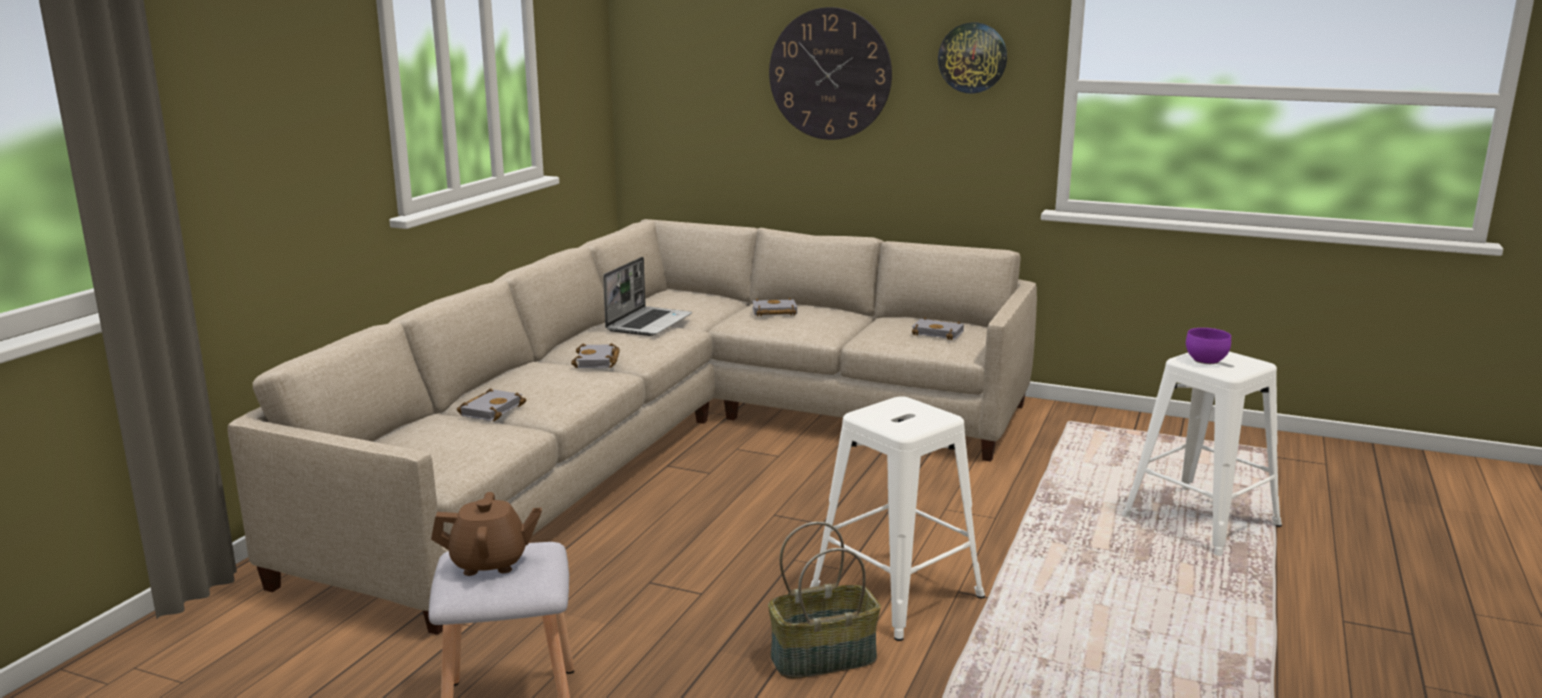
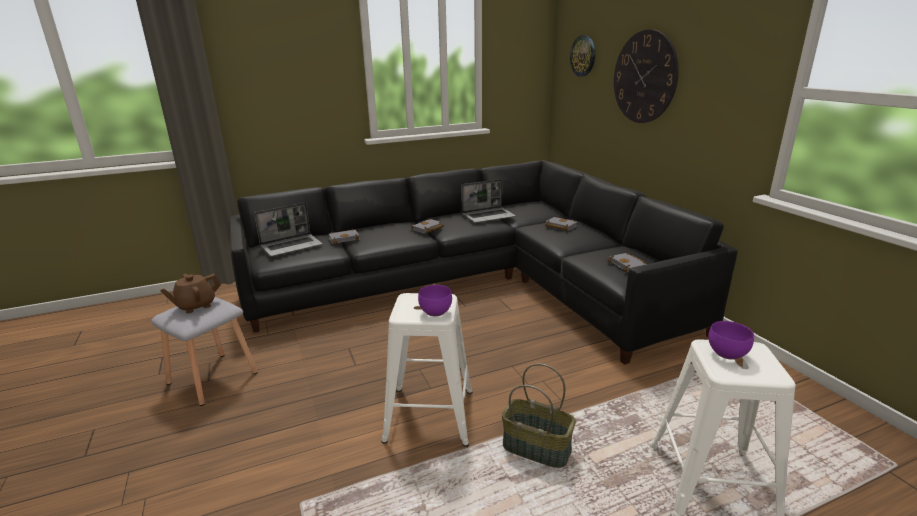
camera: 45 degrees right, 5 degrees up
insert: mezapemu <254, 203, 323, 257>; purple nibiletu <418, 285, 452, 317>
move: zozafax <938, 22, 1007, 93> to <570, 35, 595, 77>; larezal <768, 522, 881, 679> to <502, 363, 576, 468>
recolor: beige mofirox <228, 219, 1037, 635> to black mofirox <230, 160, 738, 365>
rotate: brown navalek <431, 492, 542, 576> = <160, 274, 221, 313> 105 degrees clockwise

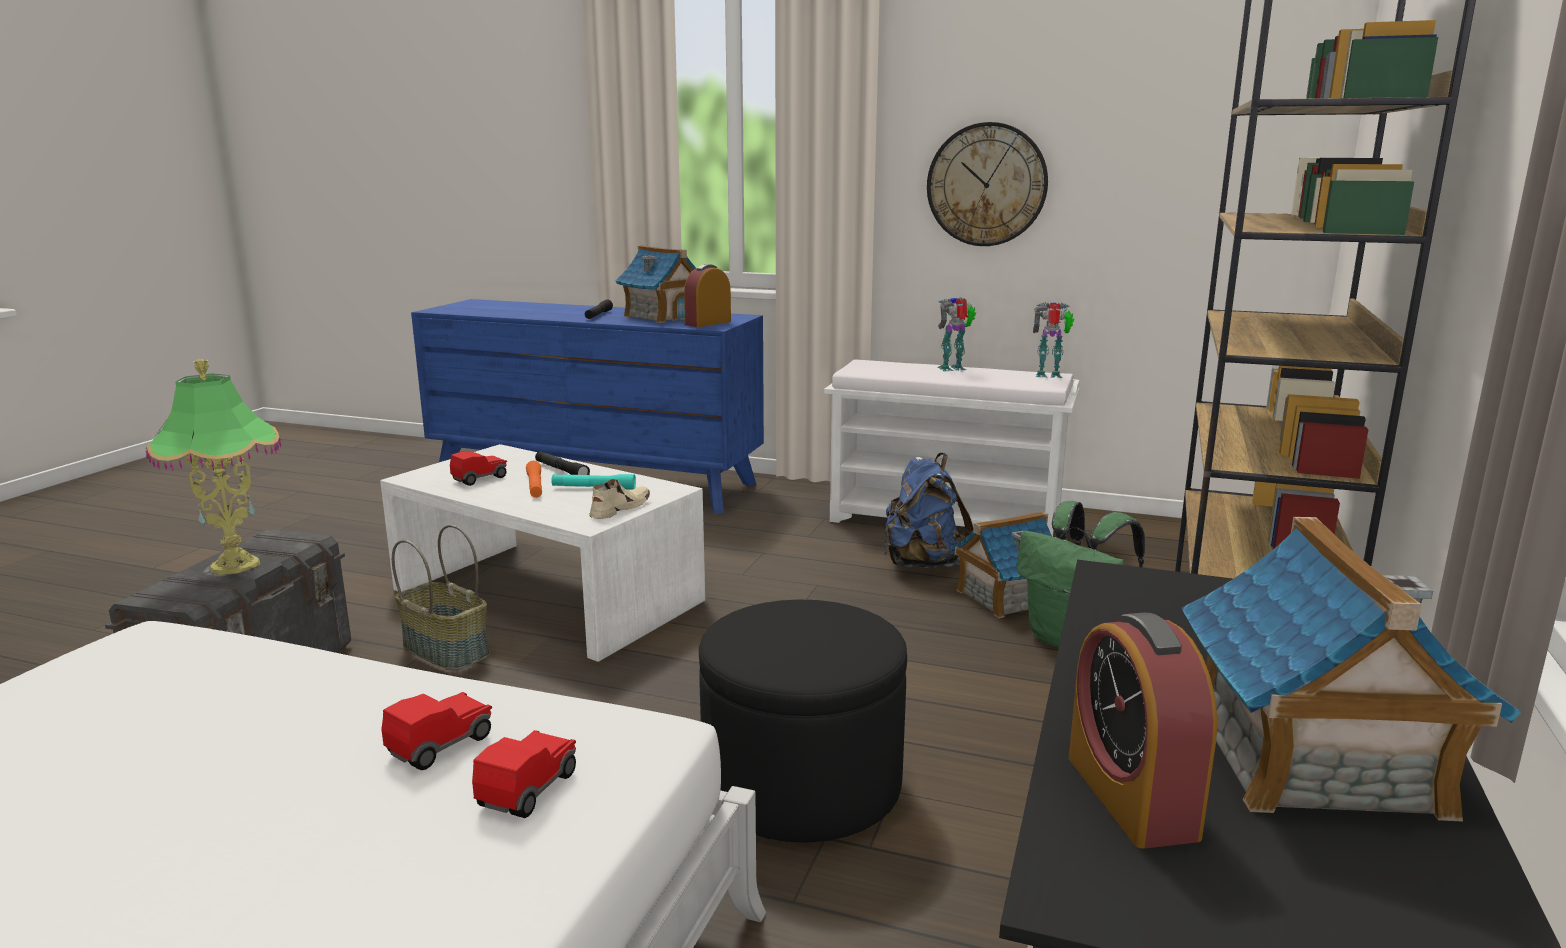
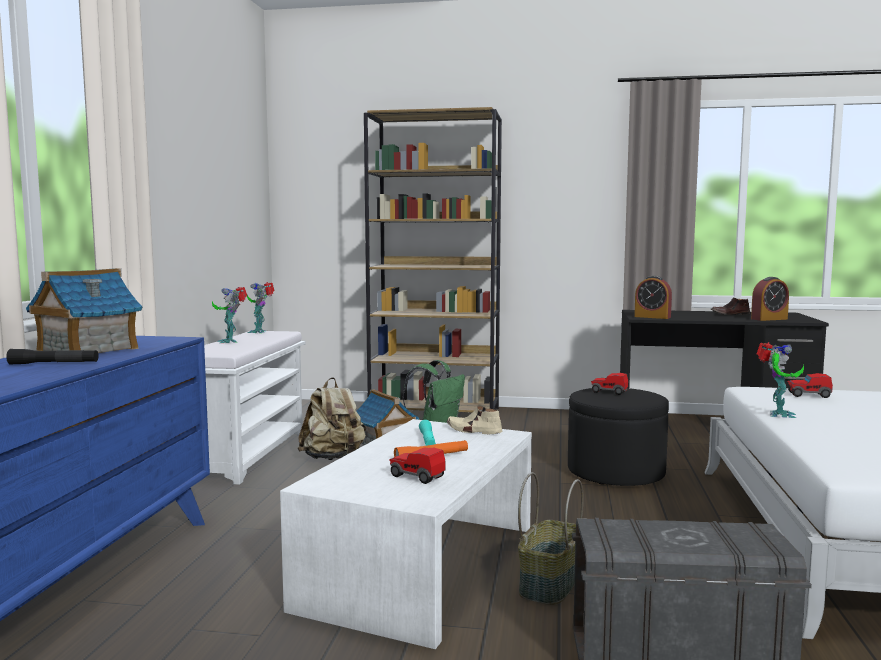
camera: 100 degrees left, 10 degrees down
delete: zozafax <927, 122, 1048, 246>; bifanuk <146, 359, 281, 575>; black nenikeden <535, 451, 590, 475>
insert: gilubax <757, 342, 804, 418>
move: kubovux <684, 264, 731, 327> to <634, 276, 672, 319>; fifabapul <381, 692, 492, 770> to <591, 373, 628, 395>
replace: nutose <1181, 517, 1521, 822> to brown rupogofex <711, 297, 750, 315>
recolor: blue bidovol <884, 453, 973, 568> to beige bidovol <298, 377, 366, 460>

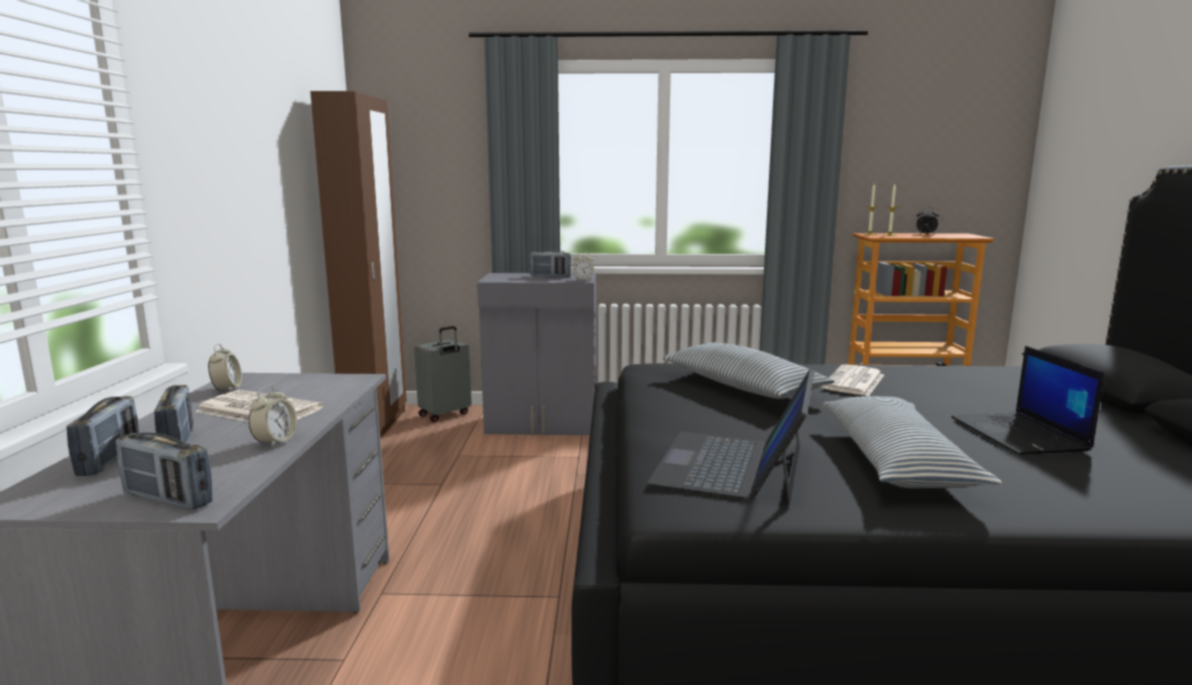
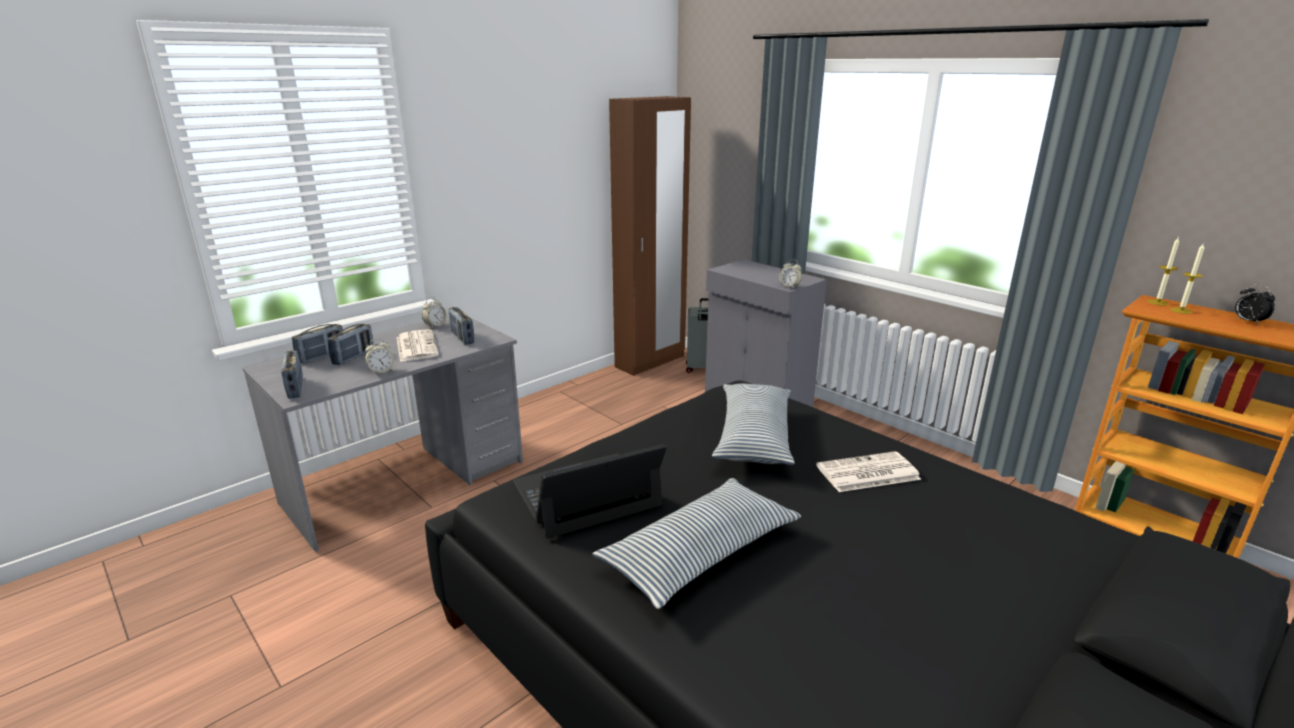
camera: 45 degrees right, 10 degrees up
delete: mezapemu <951, 346, 1105, 455>
move: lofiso <530, 249, 571, 277> to <448, 307, 474, 345>

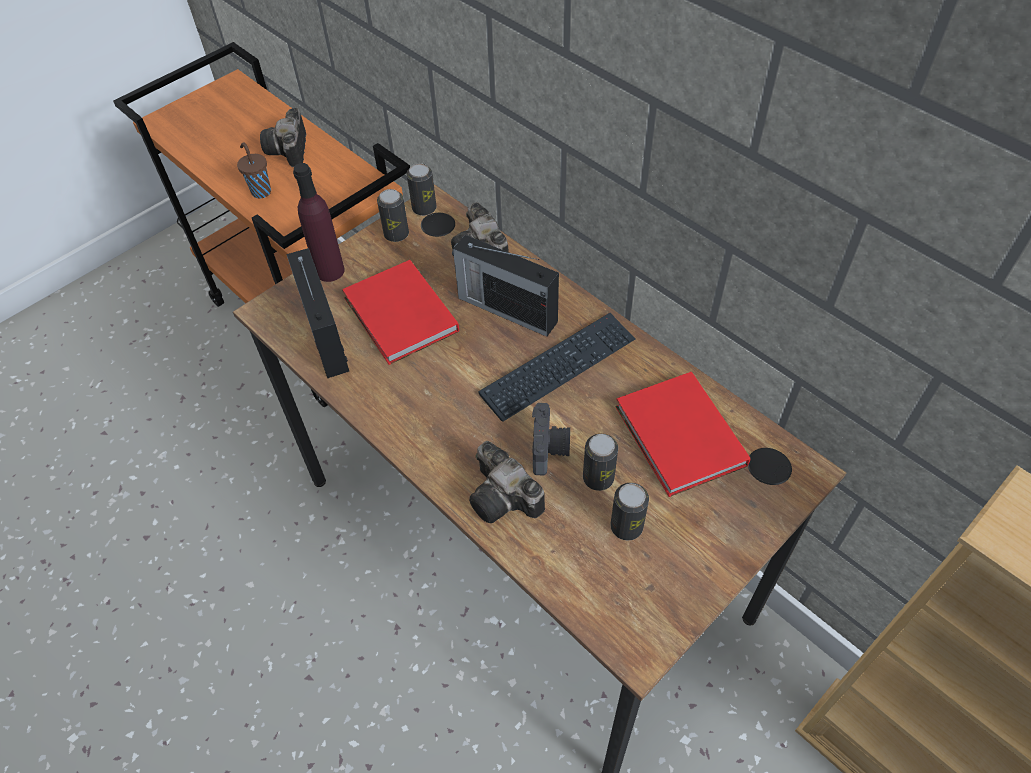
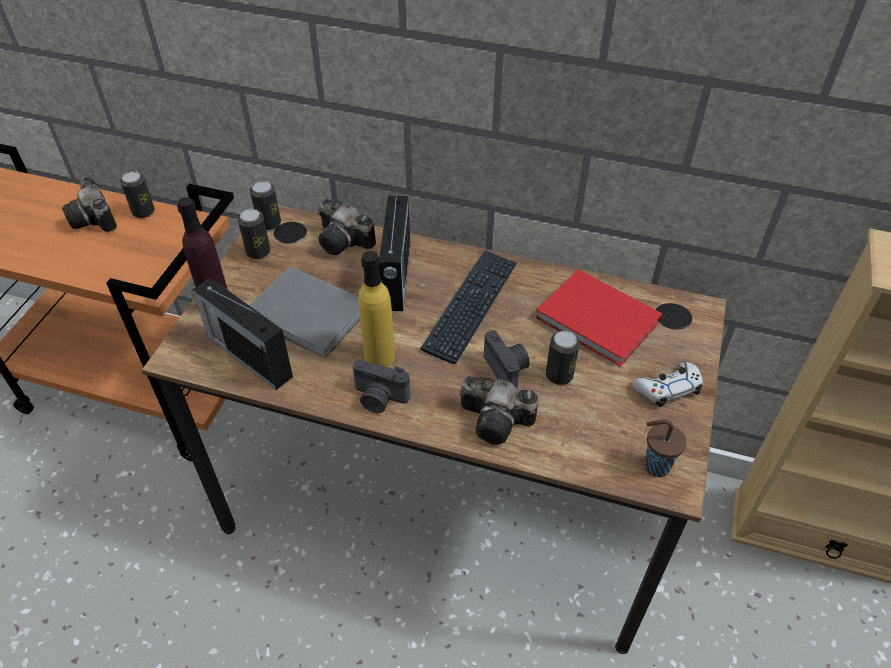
camera: 30 degrees left, 5 degrees down
insert: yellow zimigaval <358, 251, 395, 367>; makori <353, 359, 410, 413>; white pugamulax <632, 362, 703, 407>
move: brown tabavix <237, 142, 271, 199> to <644, 419, 687, 477>; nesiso <610, 483, 649, 540> to <120, 171, 155, 218>
recolor: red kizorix <342, 260, 459, 365> to grey kizorix <249, 266, 360, 358>
rotate: lofiso <452, 235, 559, 337> = <379, 191, 410, 311> 90 degrees counterclockwise

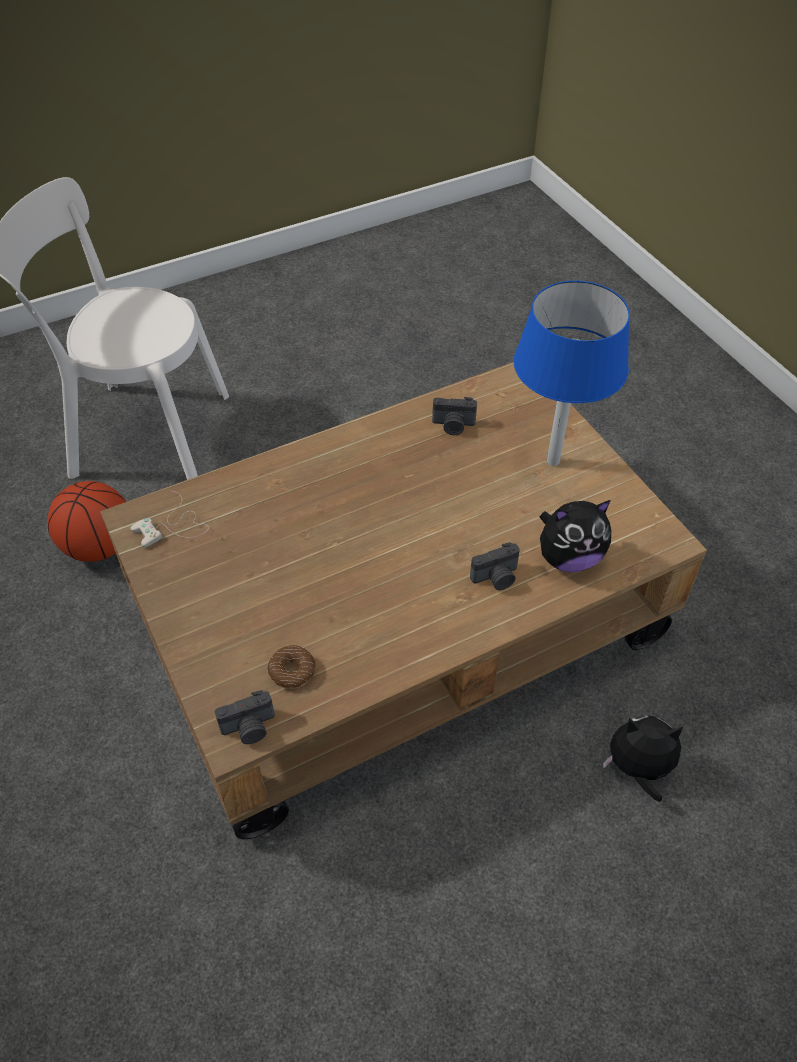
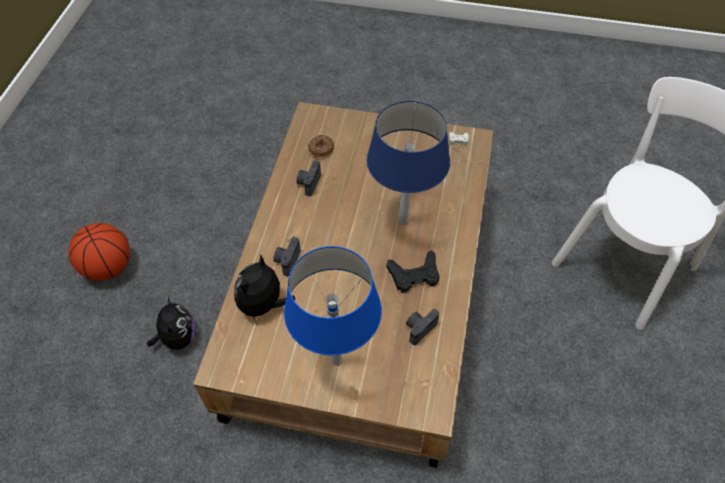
camera: 130 degrees right, 5 degrees up
insert: blue bifanuk <367, 101, 450, 225>; black pugamulax <386, 250, 440, 293>
move: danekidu <48, 481, 126, 562> to <69, 223, 130, 280>; makori <215, 690, 275, 744> to <296, 160, 321, 196>
rotate: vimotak <603, 715, 683, 802> = <147, 297, 195, 350> 60 degrees counterclockwise

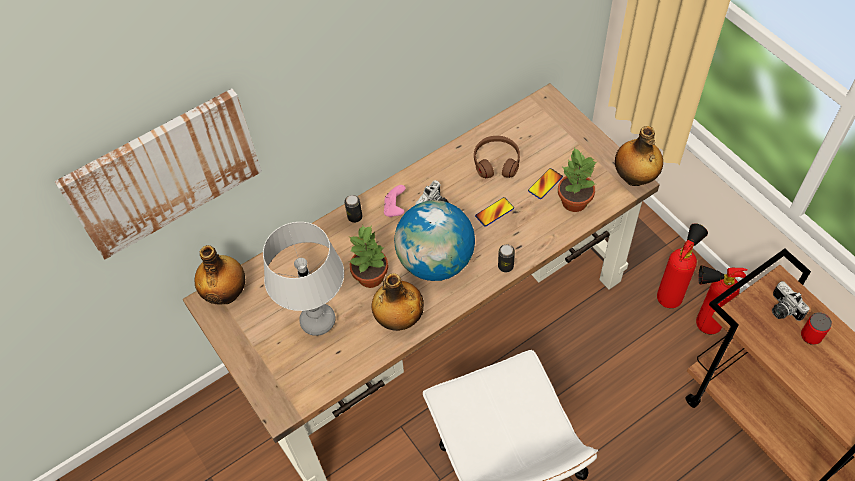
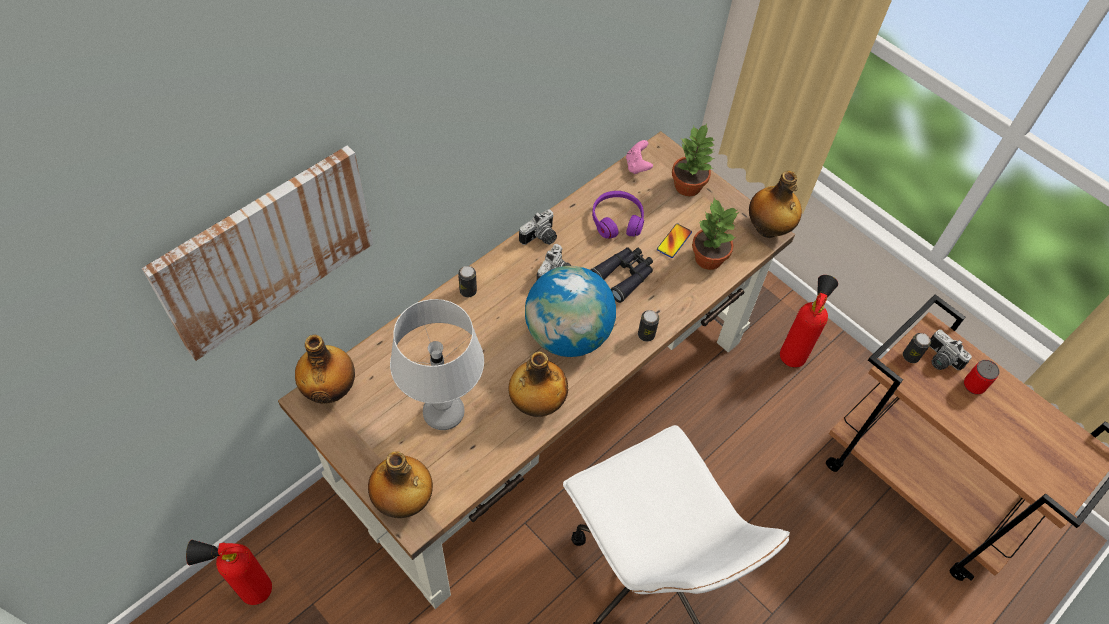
camera: 15 degrees left, 0 degrees up
insert: makori <519, 209, 557, 245>; nesiso <903, 333, 931, 363>; zimigaval <368, 452, 433, 518>
move: pink pugamulax <384, 185, 406, 217> to <626, 140, 653, 174>; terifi <348, 225, 388, 288> to <672, 124, 715, 196>; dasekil <696, 265, 748, 334> to <186, 540, 272, 605>
replace: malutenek <475, 197, 514, 227> to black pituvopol <590, 247, 653, 303>
recolor: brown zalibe <474, 136, 520, 178> to purple zalibe <592, 191, 644, 239>

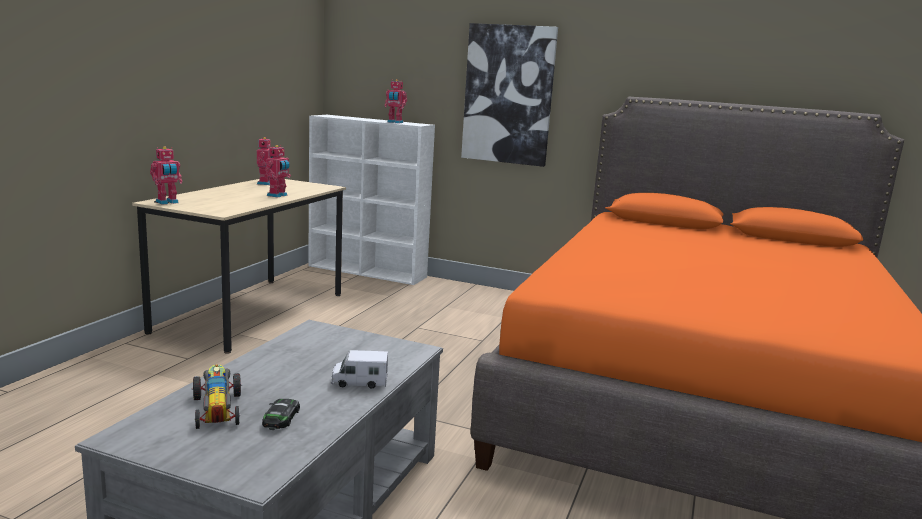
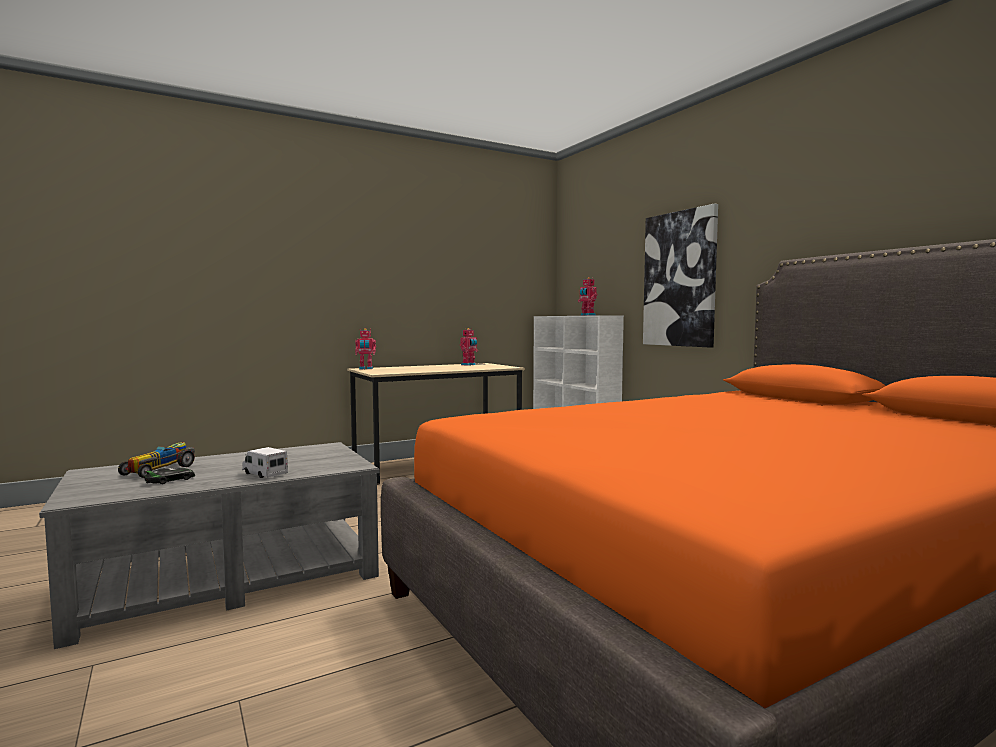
camera: 40 degrees right, 10 degrees down
delete: gilubax <265, 145, 291, 198>

